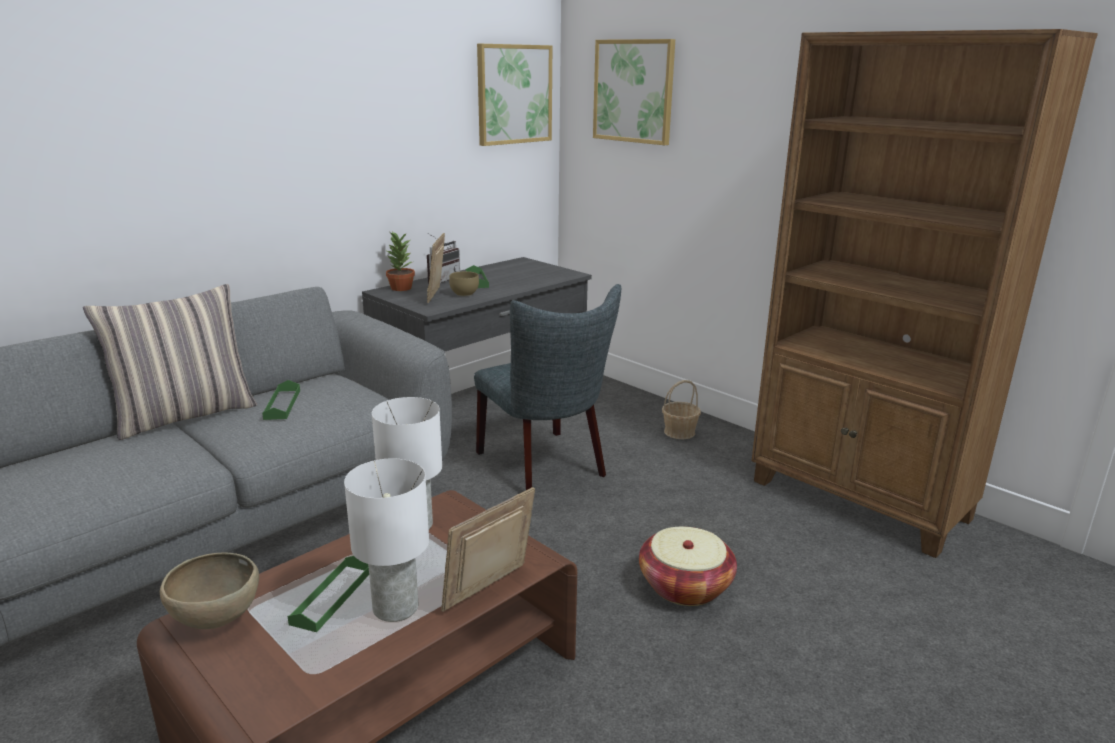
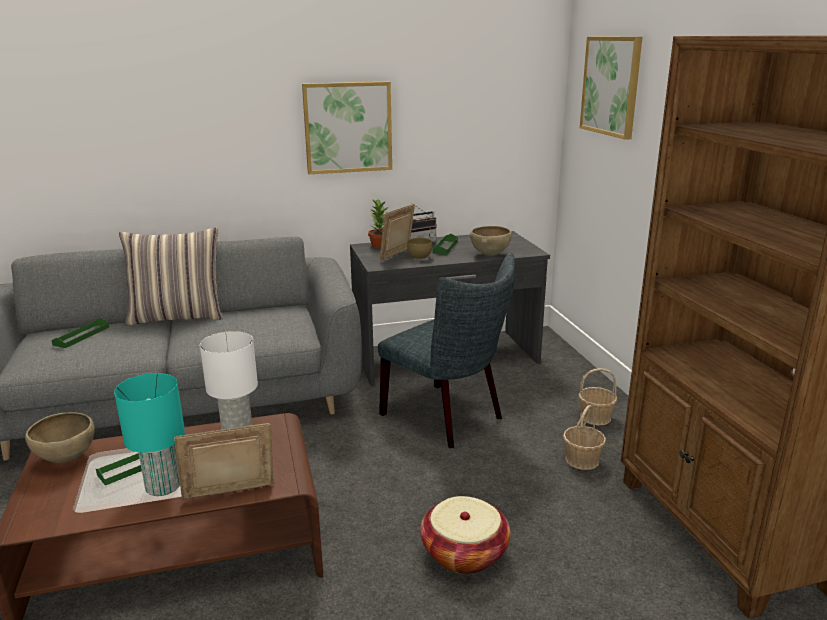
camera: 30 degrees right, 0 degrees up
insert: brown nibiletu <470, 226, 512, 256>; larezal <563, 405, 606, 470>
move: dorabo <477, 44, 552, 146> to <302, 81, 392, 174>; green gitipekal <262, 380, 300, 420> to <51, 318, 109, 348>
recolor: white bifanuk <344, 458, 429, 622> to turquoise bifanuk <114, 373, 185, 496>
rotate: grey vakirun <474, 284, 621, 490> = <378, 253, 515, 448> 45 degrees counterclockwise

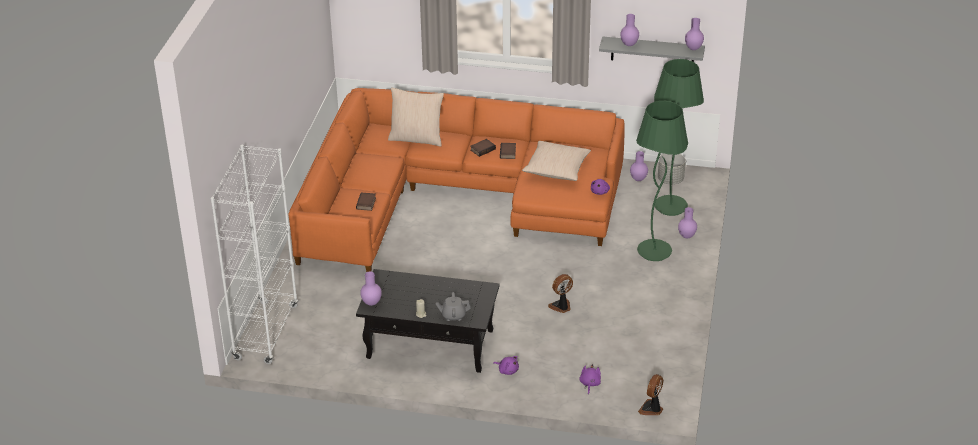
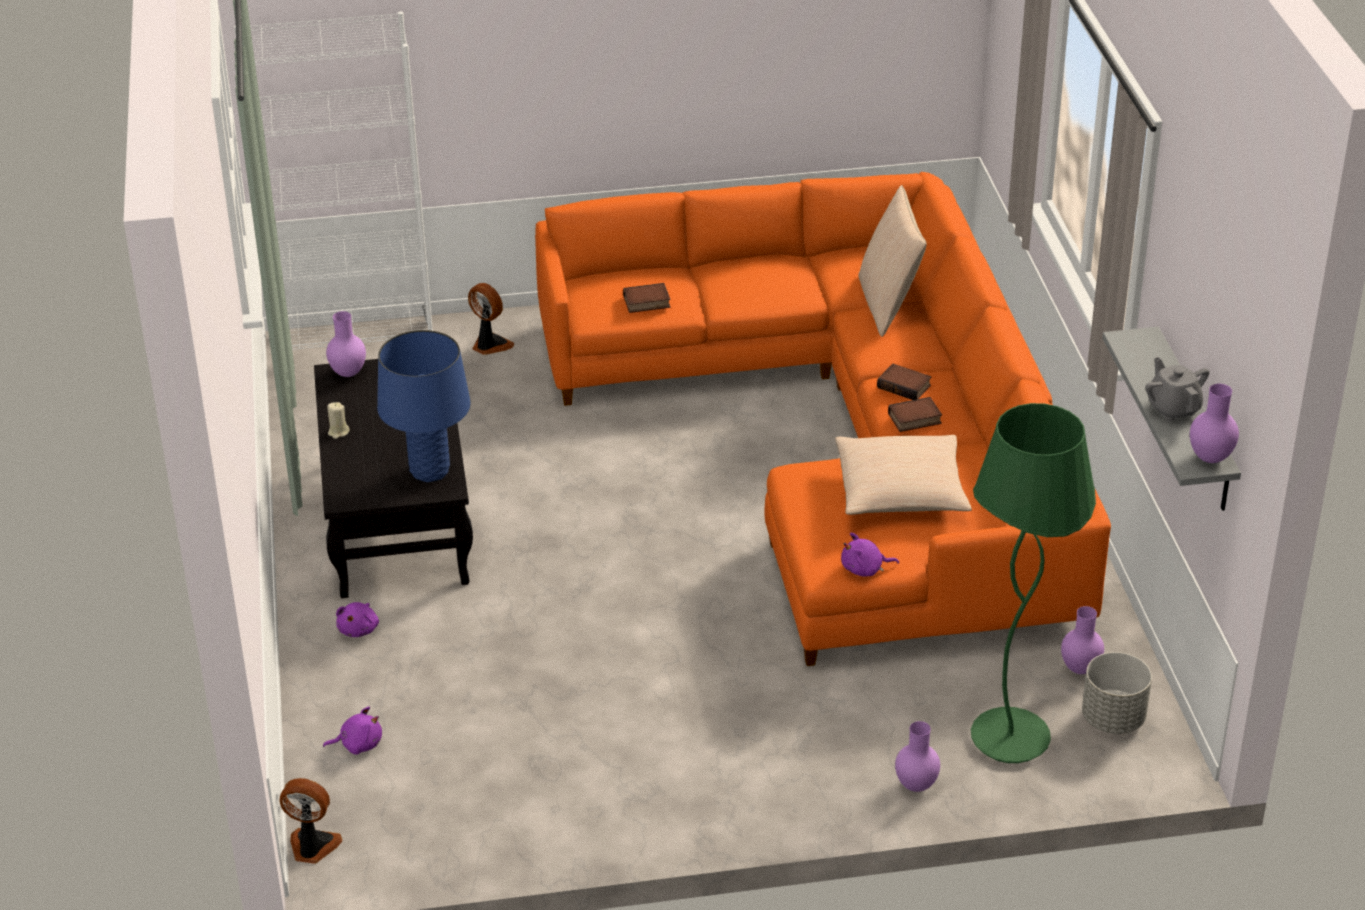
camera: 70 degrees right, 0 degrees up
delete: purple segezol <620, 14, 639, 46>; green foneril <636, 101, 688, 261>
insert: blue bifanuk <377, 330, 471, 482>
move: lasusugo <548, 274, 573, 313> to <468, 283, 514, 355>; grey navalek <436, 292, 471, 321> to <1145, 357, 1209, 421>

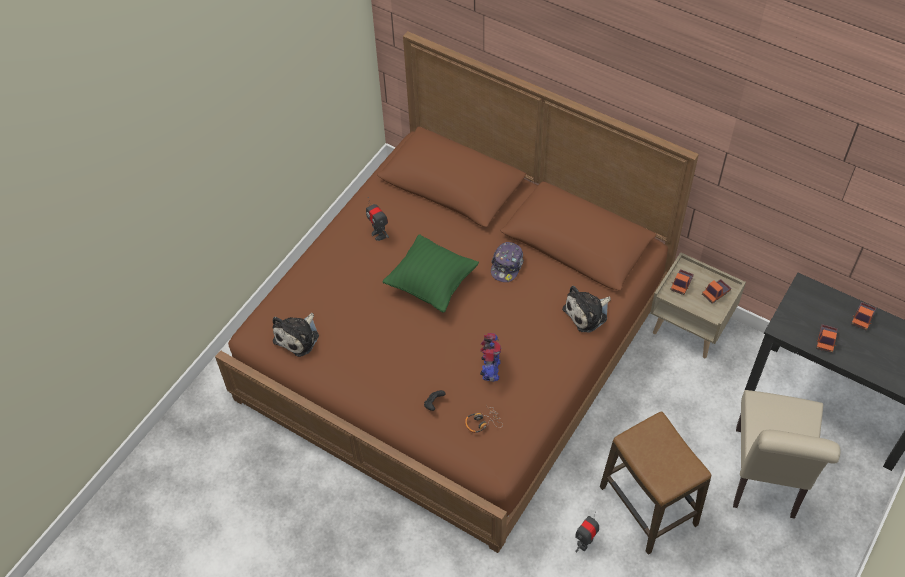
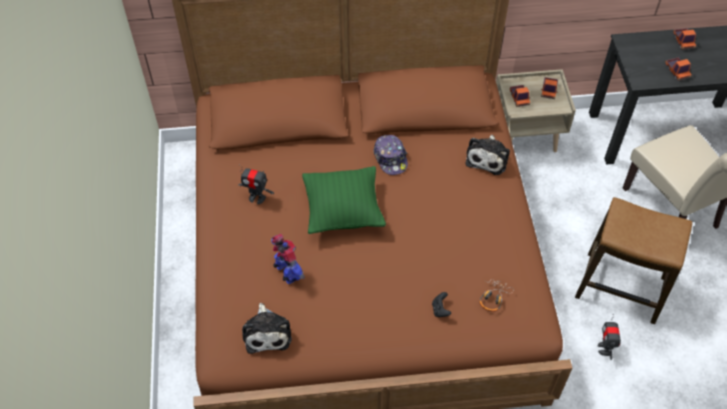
camera: 40 degrees left, 0 degrees up
move: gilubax <480, 333, 501, 382> to <271, 234, 305, 284>

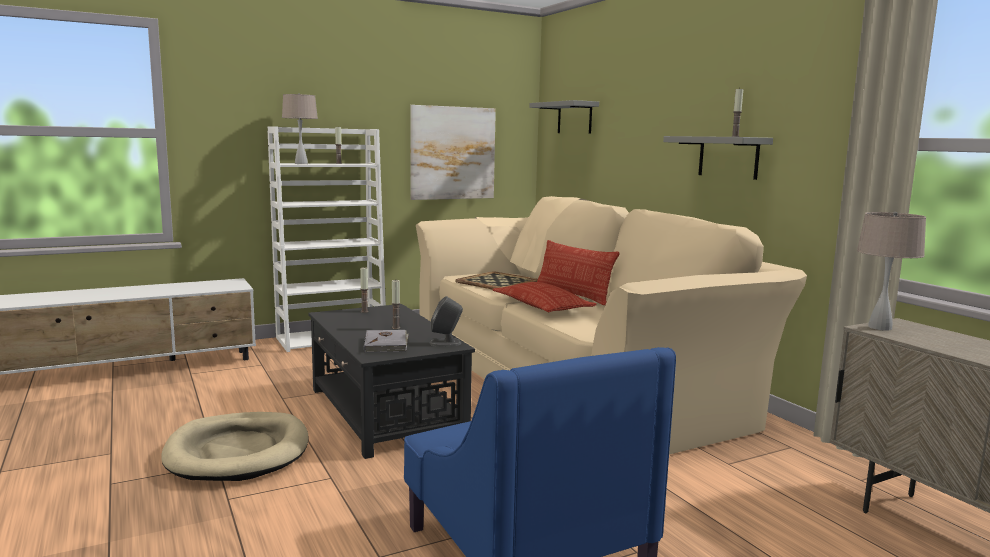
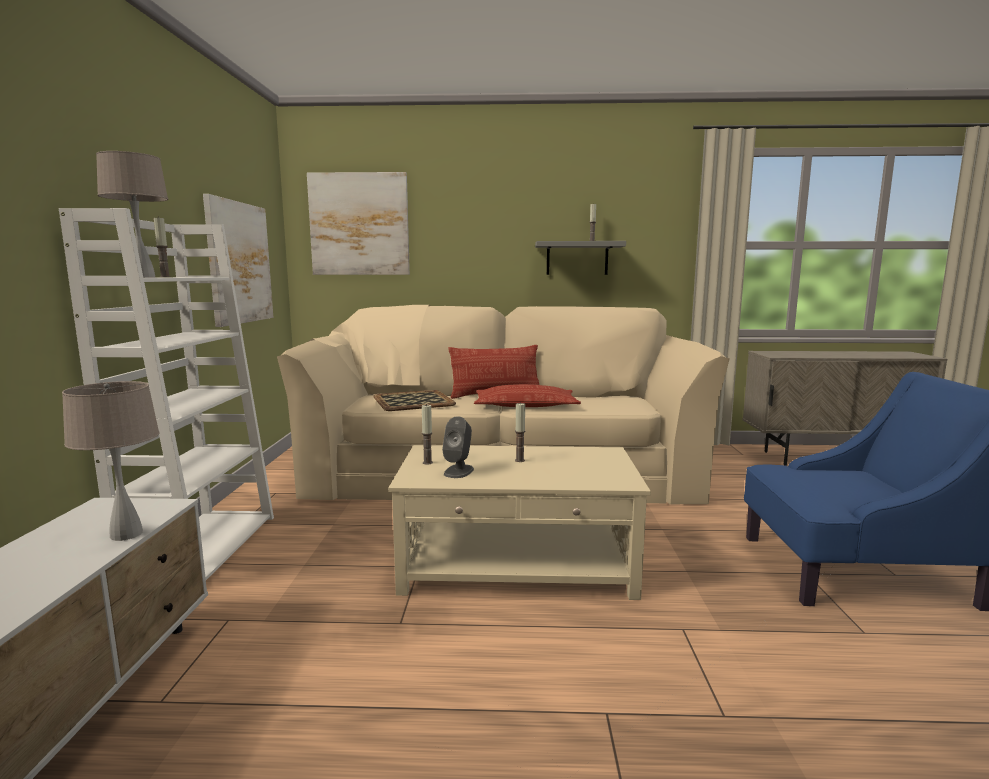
camera: 60 degrees left, 0 degrees up
delete: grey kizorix <364, 330, 409, 353>; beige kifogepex <161, 412, 309, 481>
move: beige bifanuk <857, 212, 926, 331> to <62, 381, 159, 541>; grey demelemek <430, 296, 463, 346> to <442, 416, 474, 478>
replace: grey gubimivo <529, 100, 599, 133> to dorabo <307, 172, 410, 275>
recolor: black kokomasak <308, 304, 475, 459> to beige kokomasak <388, 445, 651, 600>

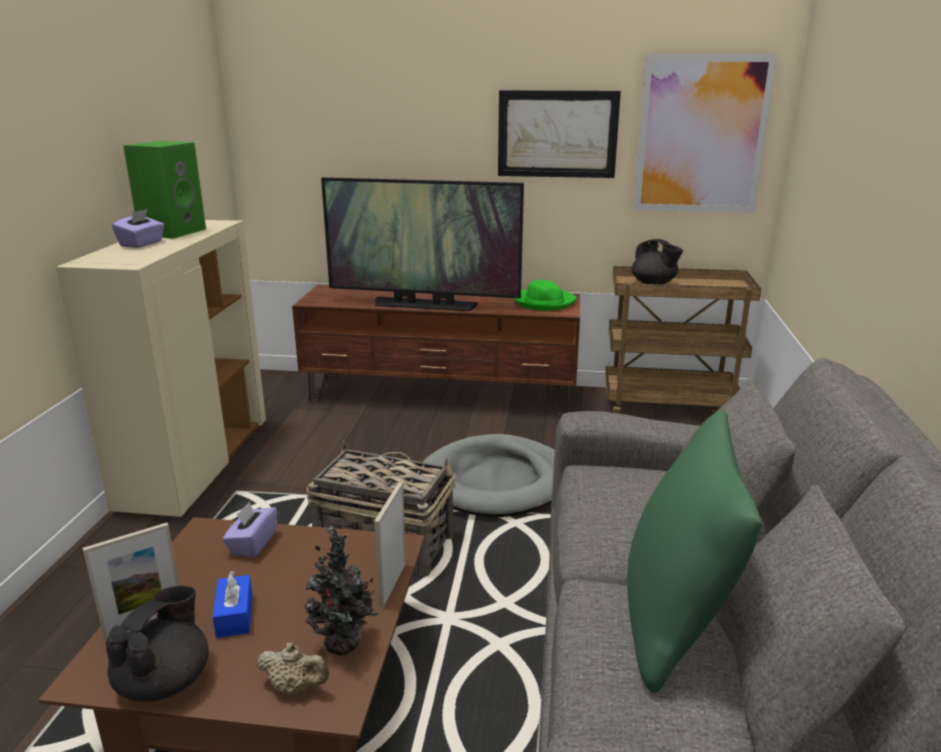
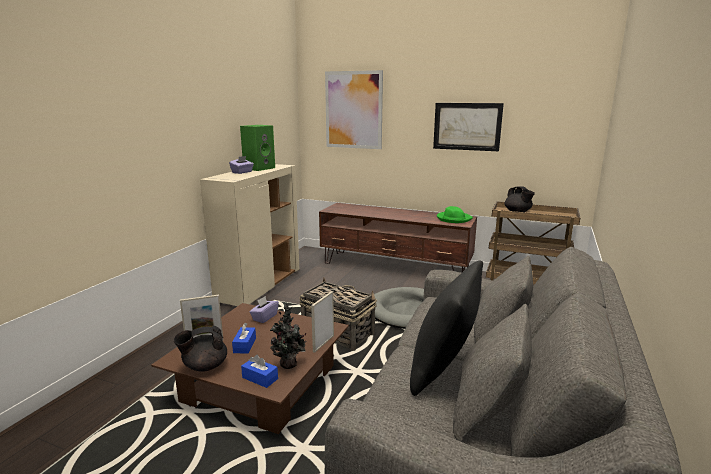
camera: 15 degrees right, 5 degrees down
delete: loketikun <321, 177, 524, 311>
move: dorabo <633, 54, 777, 213> to <325, 70, 383, 149>
replace: beige navalek <257, 643, 329, 695> to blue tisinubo <241, 355, 278, 388>
recolor: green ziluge <627, 411, 762, 693> to black ziluge <410, 261, 483, 396>
rotate: black navalek <105, 586, 209, 702> = <174, 326, 227, 372> 150 degrees counterclockwise

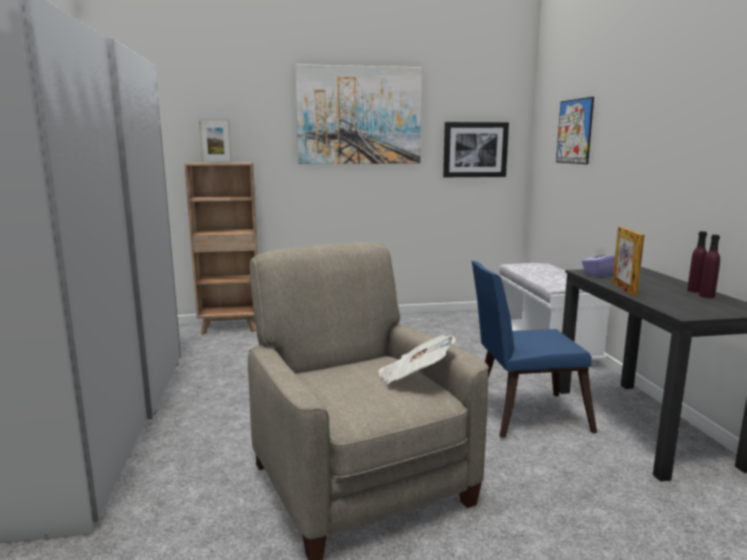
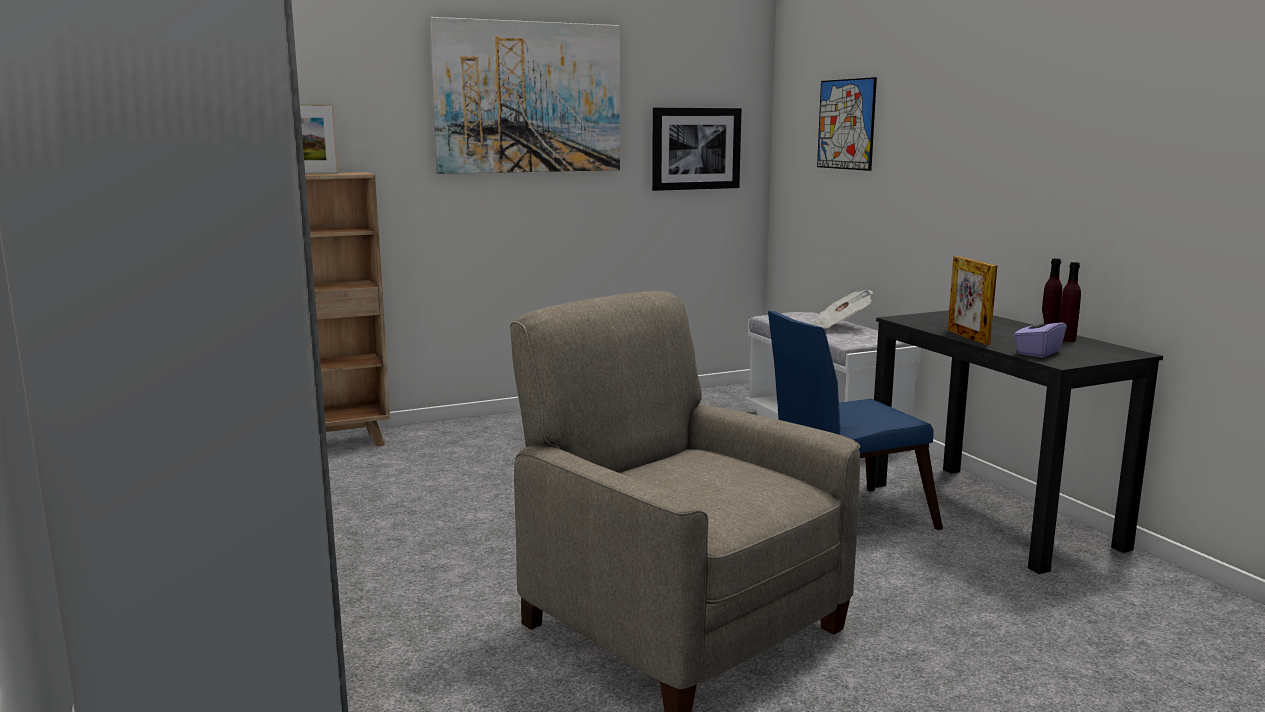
camera: 15 degrees left, 0 degrees up
move: purple tisinubo <582, 247, 615, 277> to <1014, 310, 1067, 358>; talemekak <378, 335, 456, 384> to <808, 290, 874, 328>

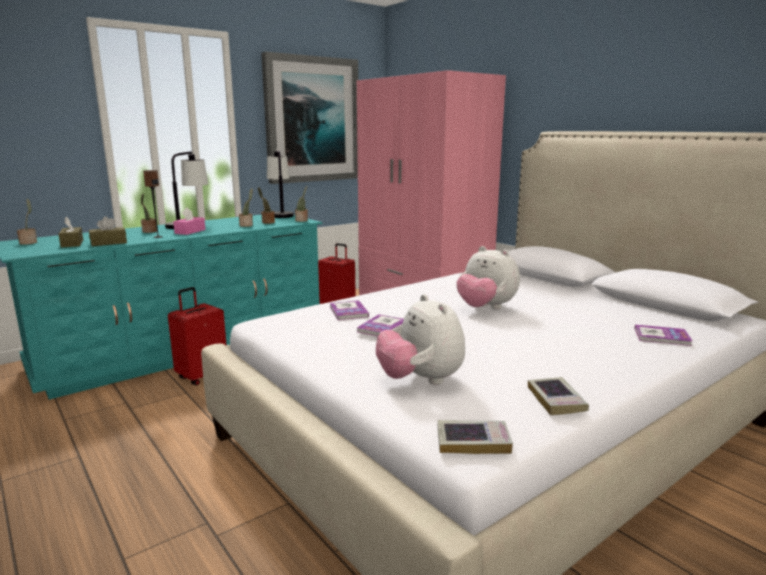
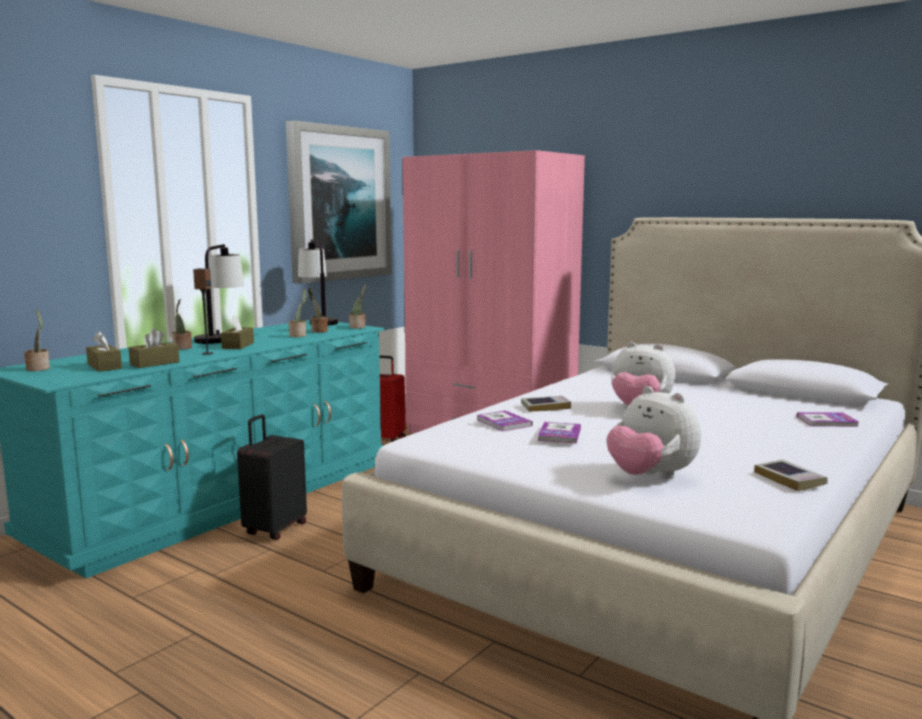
camera: 15 degrees left, 5 degrees down
move: kizorix <438, 420, 513, 454> to <521, 396, 571, 412>
recolor: pink tisinubo <173, 207, 206, 235> to brown tisinubo <221, 315, 254, 349>; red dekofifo <168, 287, 226, 385> to black dekofifo <237, 414, 307, 540>

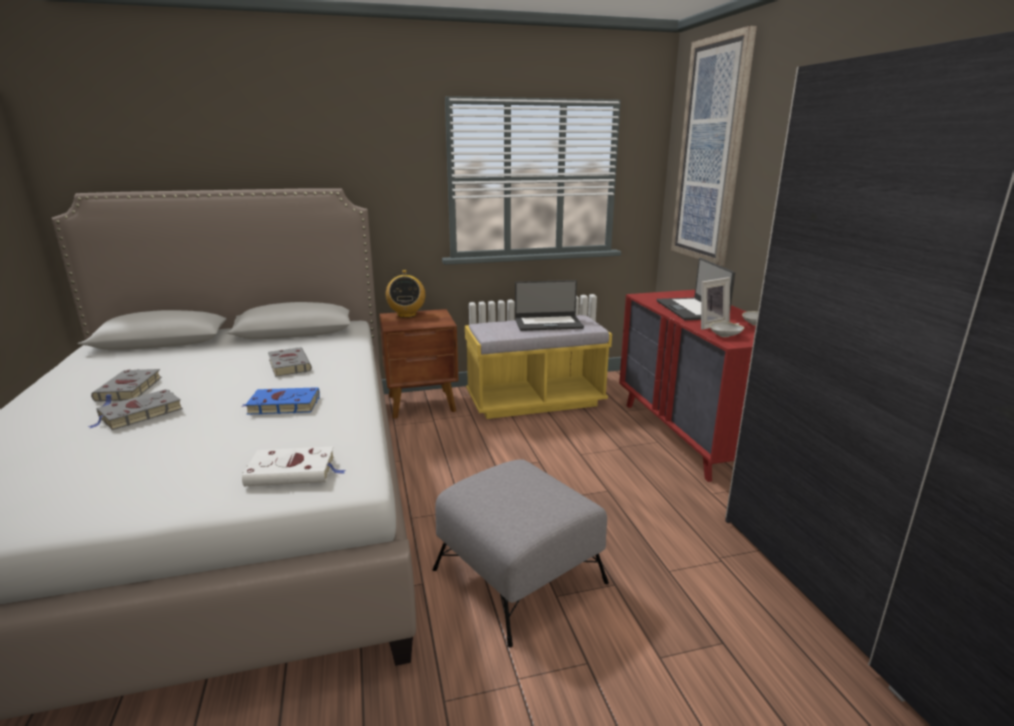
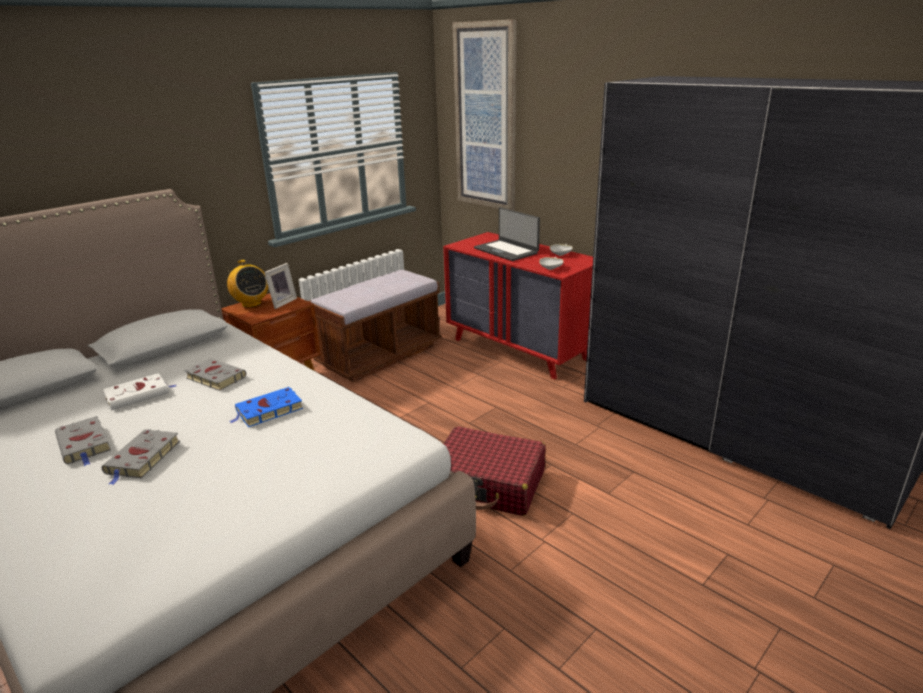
camera: 30 degrees left, 5 degrees up
delete: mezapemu <515, 280, 584, 331>
move: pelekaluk <701, 277, 730, 330> to <264, 263, 297, 309>; white kizorix <242, 446, 346, 486> to <103, 373, 176, 410>
replace: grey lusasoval <433, 459, 609, 648> to red dekofifo <443, 426, 546, 516>
recolor: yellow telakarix <465, 315, 612, 419> to brown telakarix <308, 270, 442, 382>

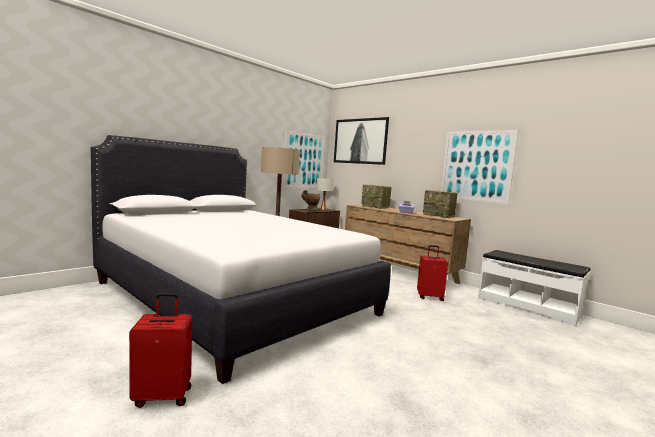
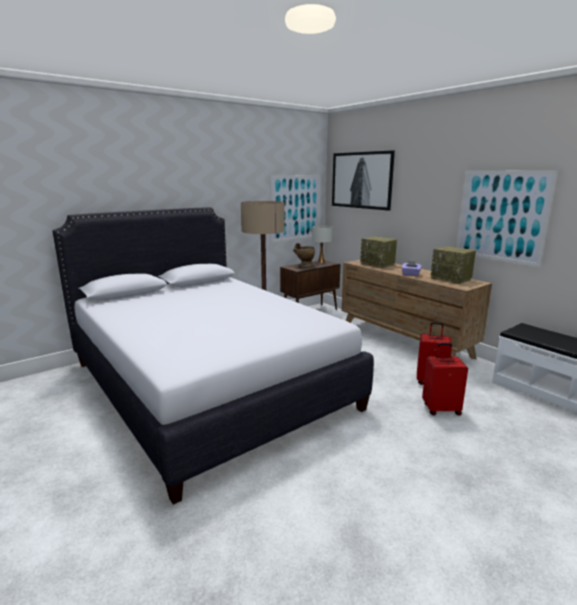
camera: 10 degrees right, 10 degrees up
move: red dekofifo <129, 293, 192, 408> to <422, 343, 468, 415>

